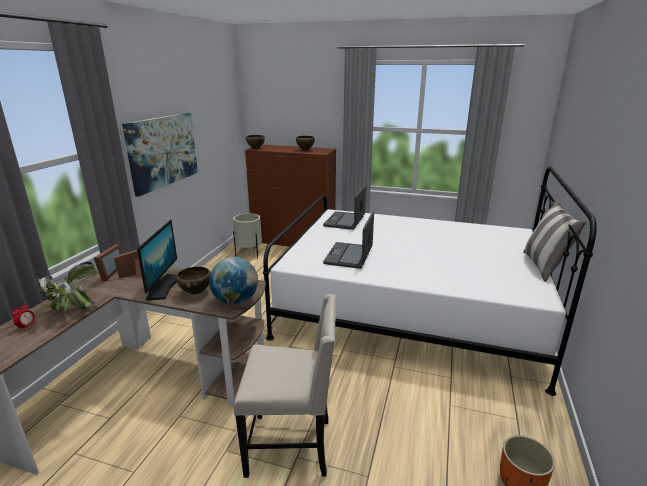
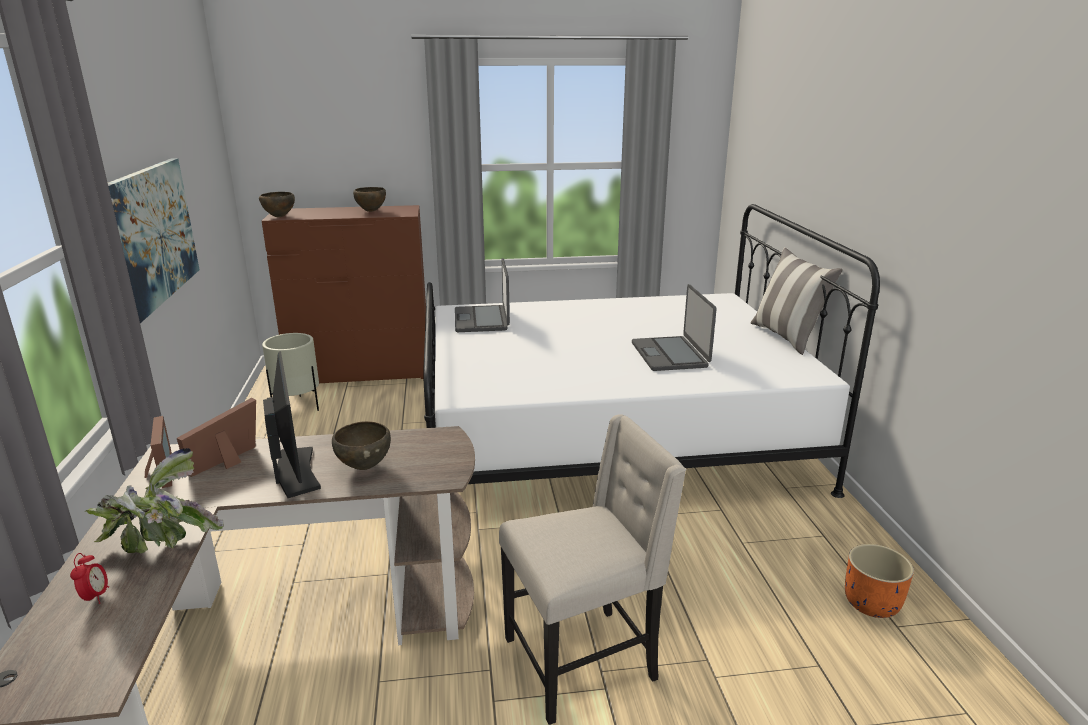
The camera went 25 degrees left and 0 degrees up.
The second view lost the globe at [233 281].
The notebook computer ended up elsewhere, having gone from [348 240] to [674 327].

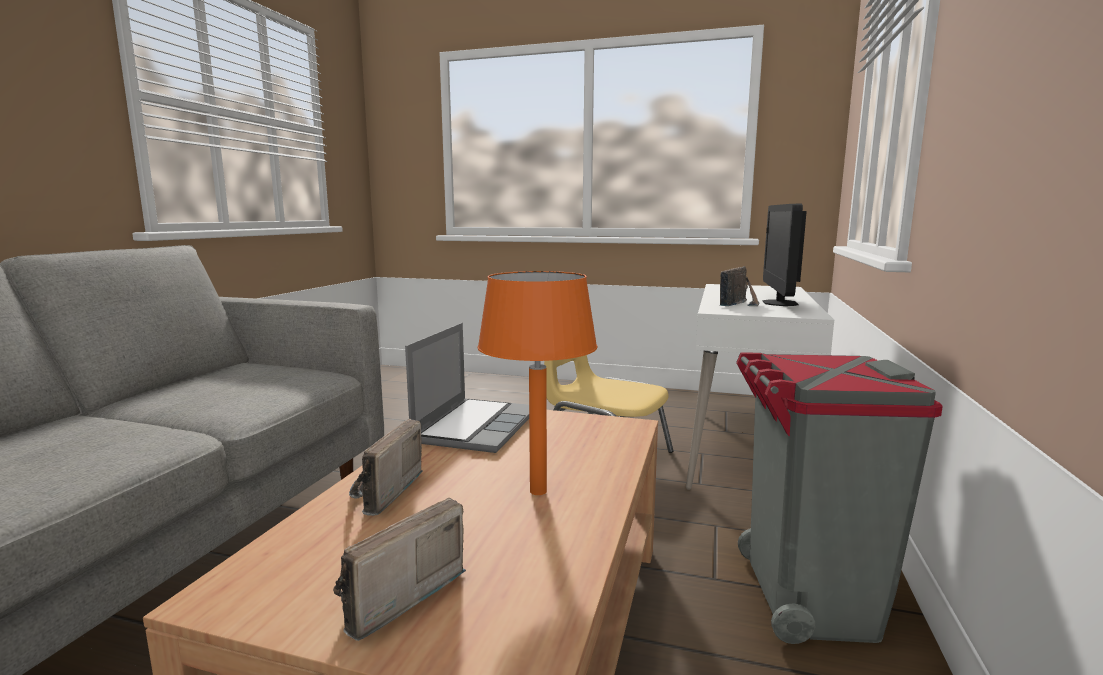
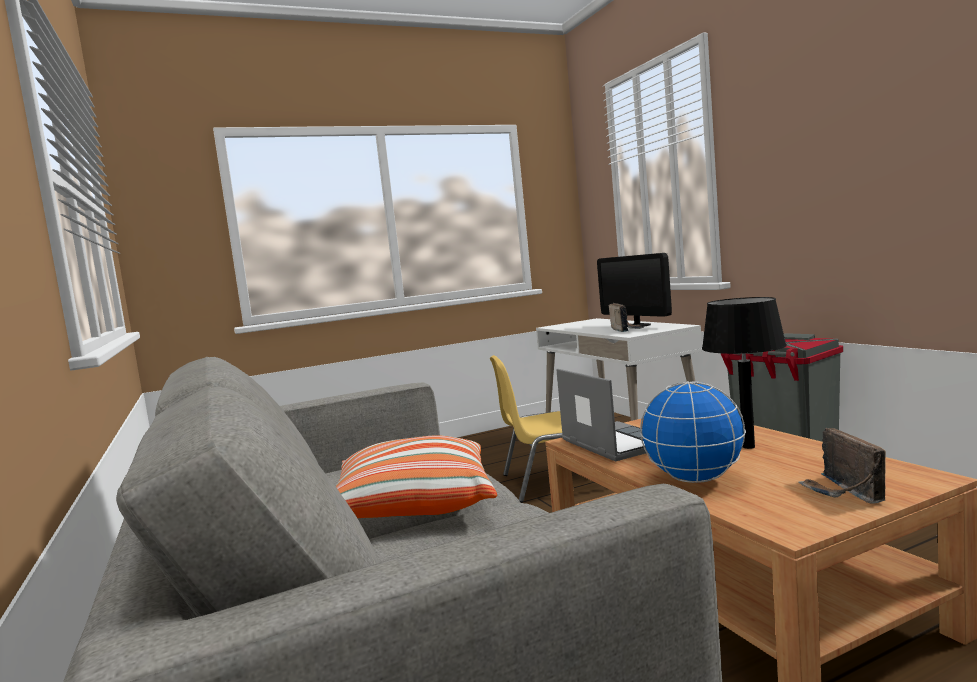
The camera went 40 degrees left and 5 degrees down.
The second view gained the cushion at [416 476].
Where the radio receiver stood at [386 467], the globe came to stand at [693 432].
What was the orangey tabletop lamp at [537 383] turned into the black-coloured tabletop lamp at [744 373].

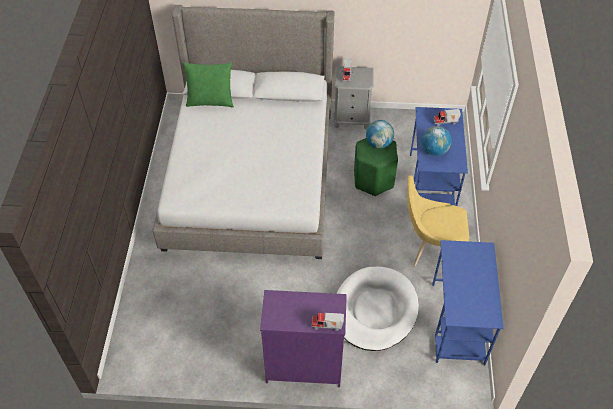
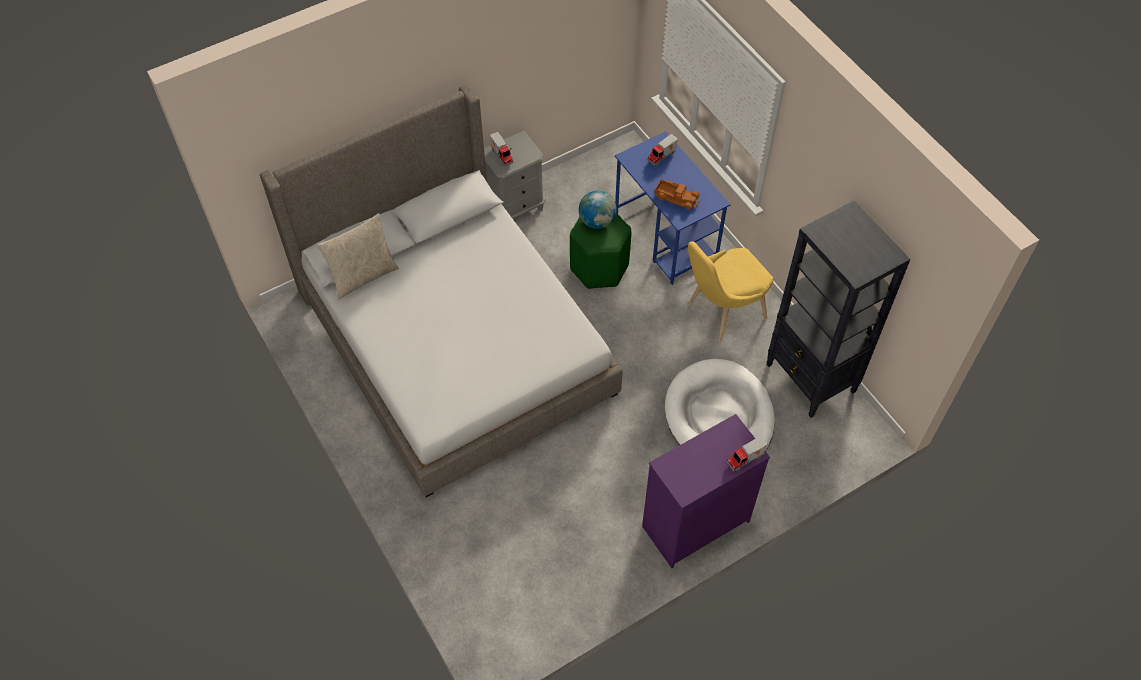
The camera went 35 degrees left and 5 degrees up.
Where the globe stood at [437 141], the model truck came to stand at [677 194].
Where the blue desk stood at [468 303], the black-coloured shelving unit came to stand at [838 309].
What was the greenish cushion at [208 85] turned into the beige-coloured cushion at [358 256].

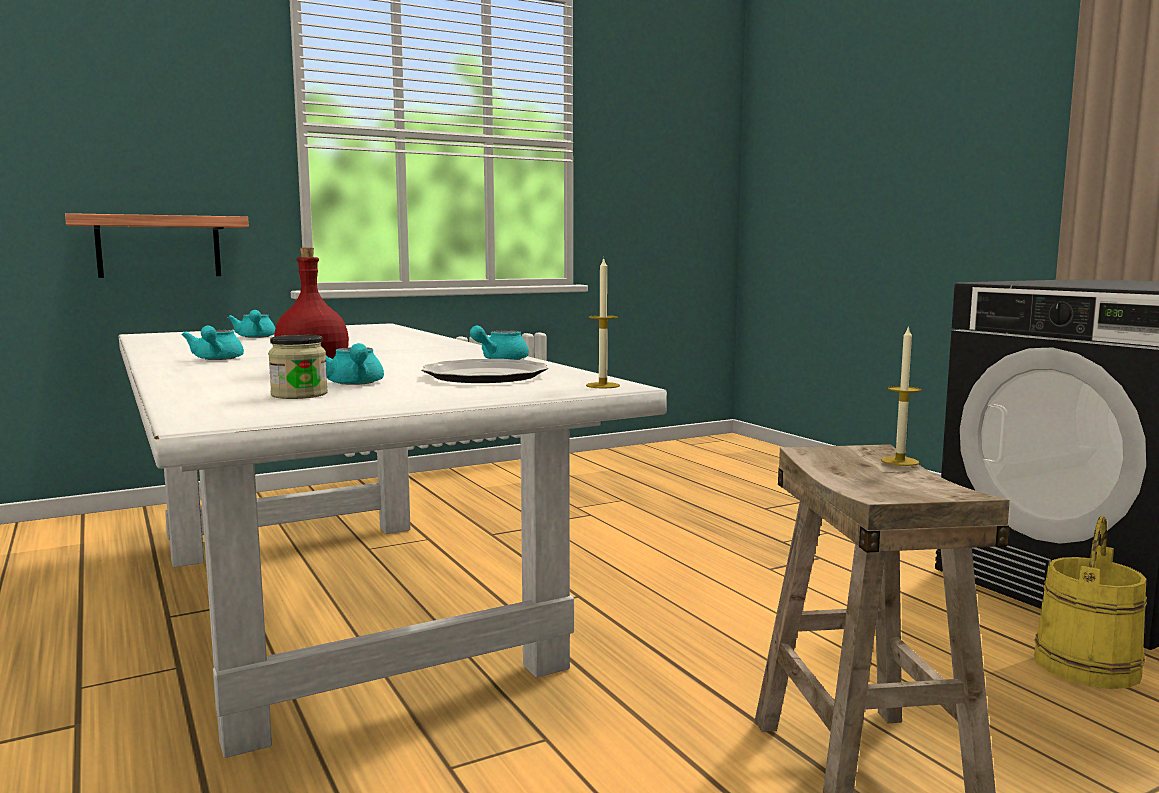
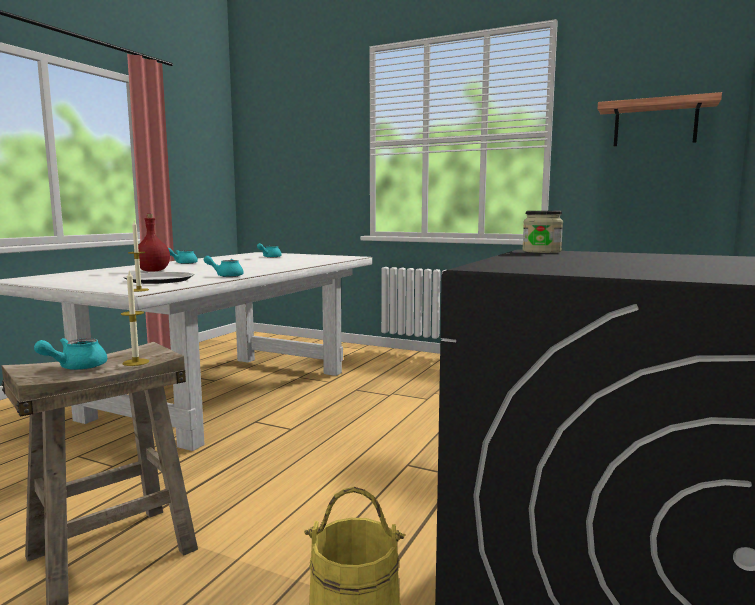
The camera went 55 degrees right and 0 degrees up.
The bracket shelf ended up elsewhere, having gone from [157 245] to [660 119].
The preserve jar ended up elsewhere, having gone from [298 367] to [542 232].
The turquoise pot for tea ended up elsewhere, having gone from [355 364] to [70 354].

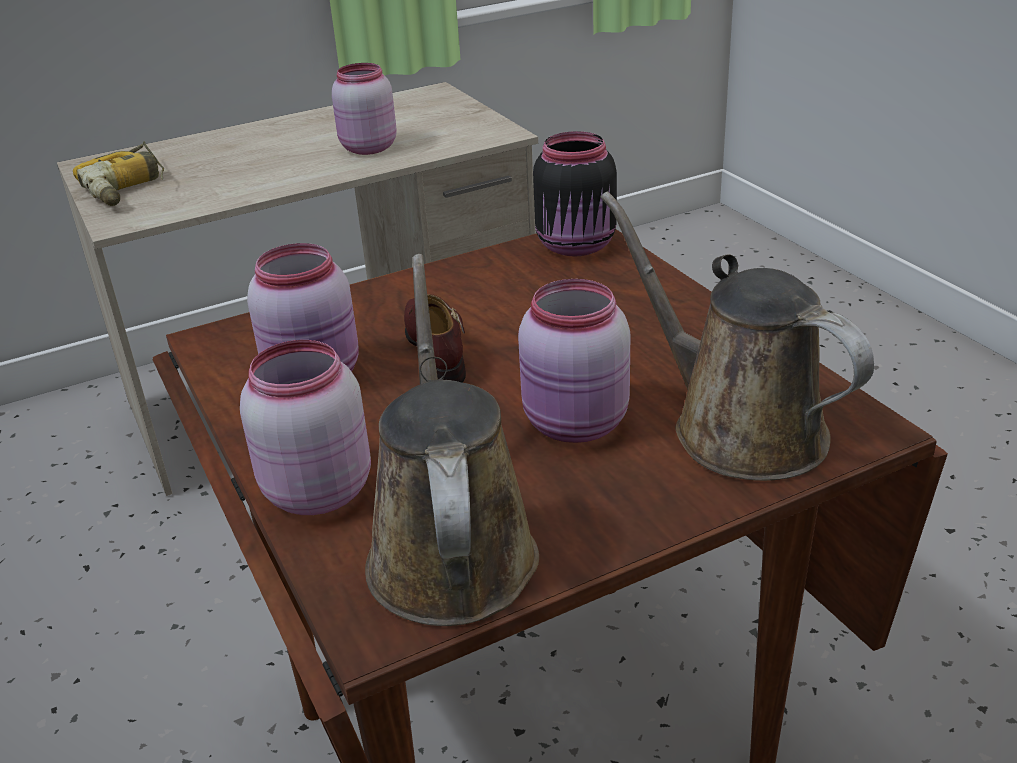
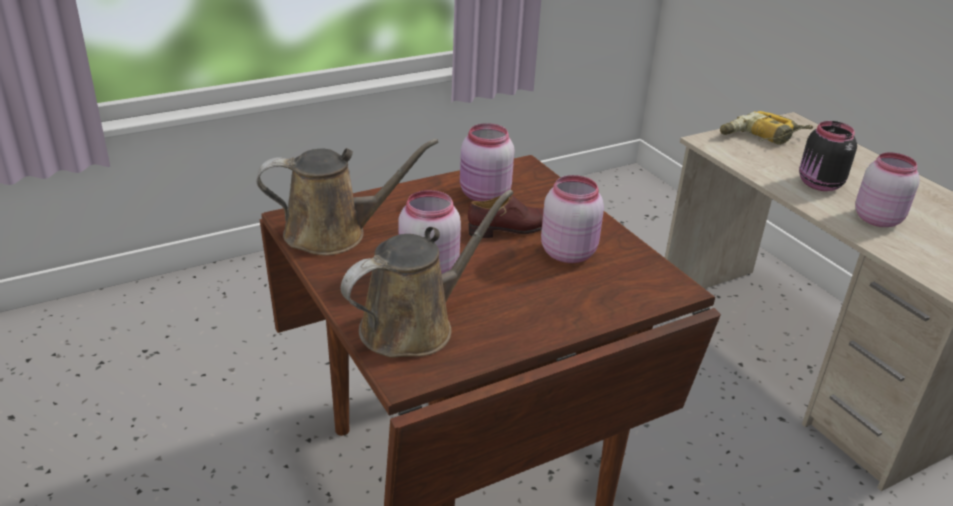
The camera went 85 degrees right and 0 degrees up.
The pinkish preserve jar ended up elsewhere, having gone from [305 427] to [572 219].
The black-coloured preserve jar ended up elsewhere, having gone from [575 193] to [828 156].

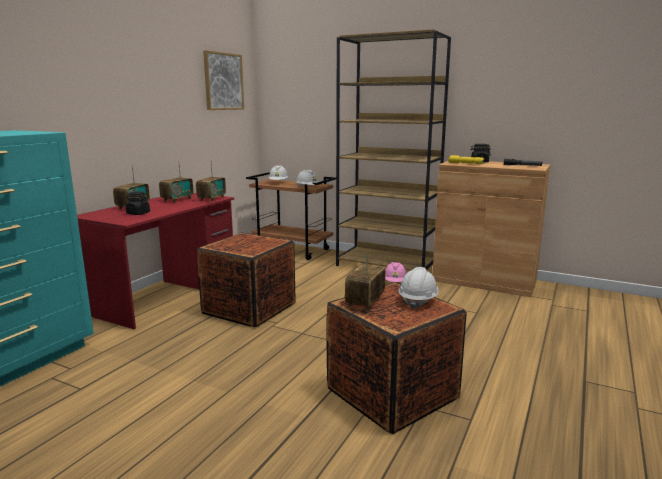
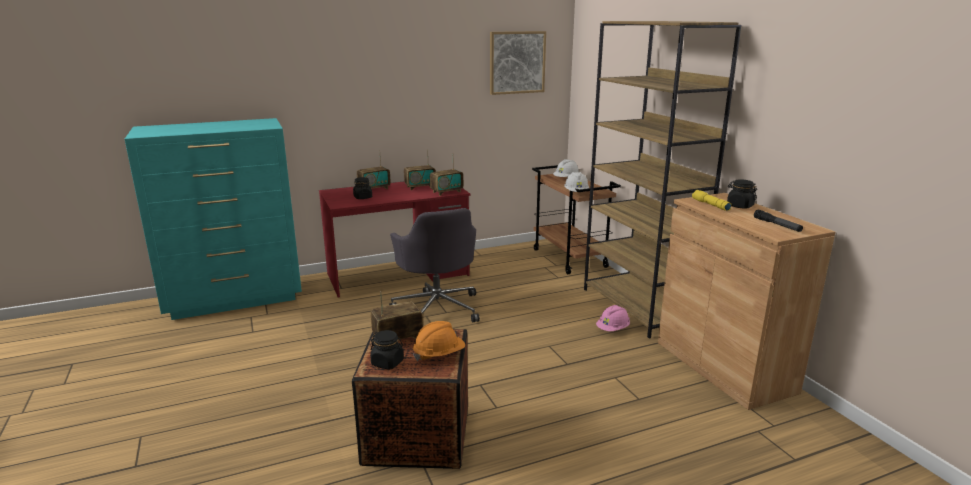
The camera went 40 degrees right and 5 degrees up.
The second view gained the black-coloured preserve jar at [387 350].
Where the packing crate stood at [246 280], the greyish desk chair came to stand at [434 265].
What was the whitish work helmet at [419 288] turned into the orangey work helmet at [439 341].

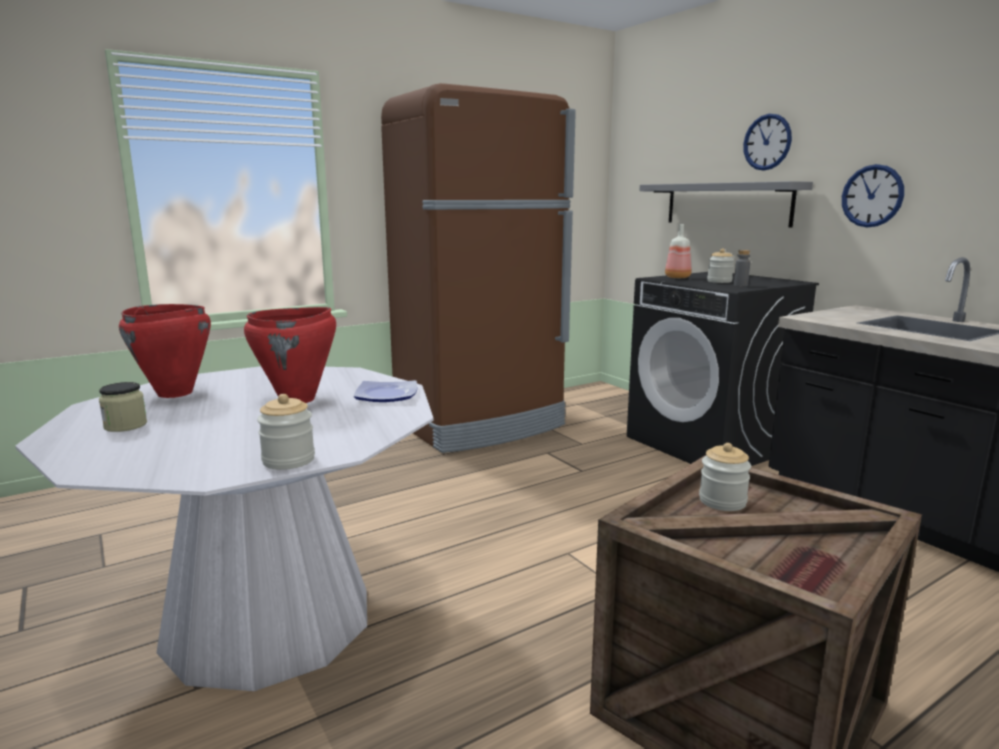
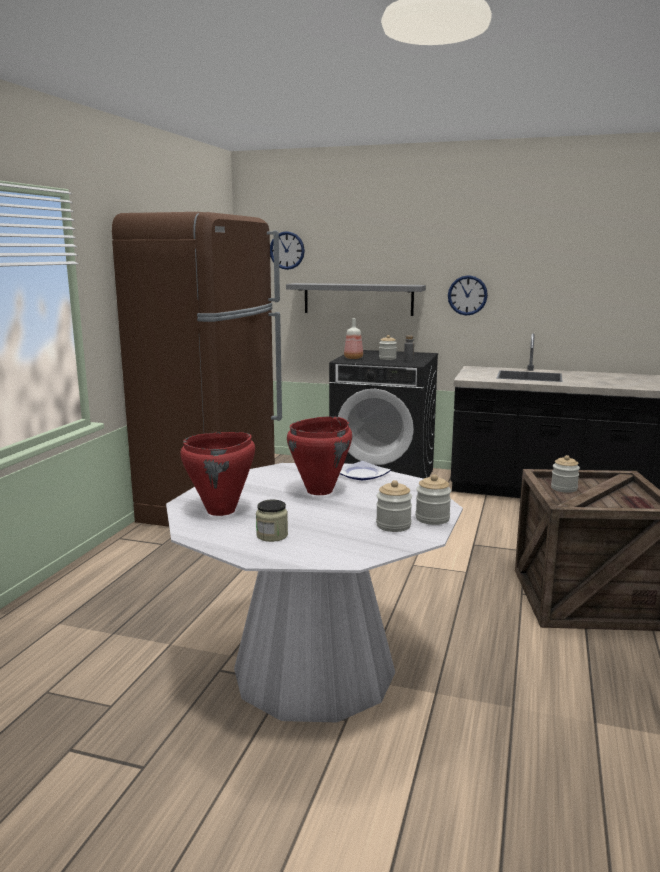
The camera went 40 degrees left and 0 degrees up.
The second view gained the preserve jar at [394 506].
The hanging clock ended up elsewhere, having gone from [767 142] to [287 250].

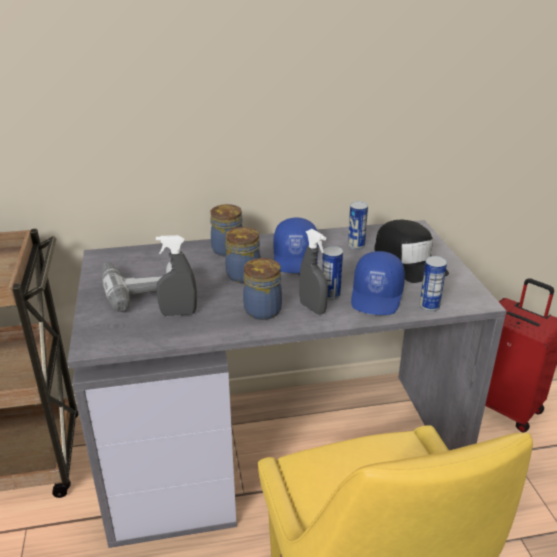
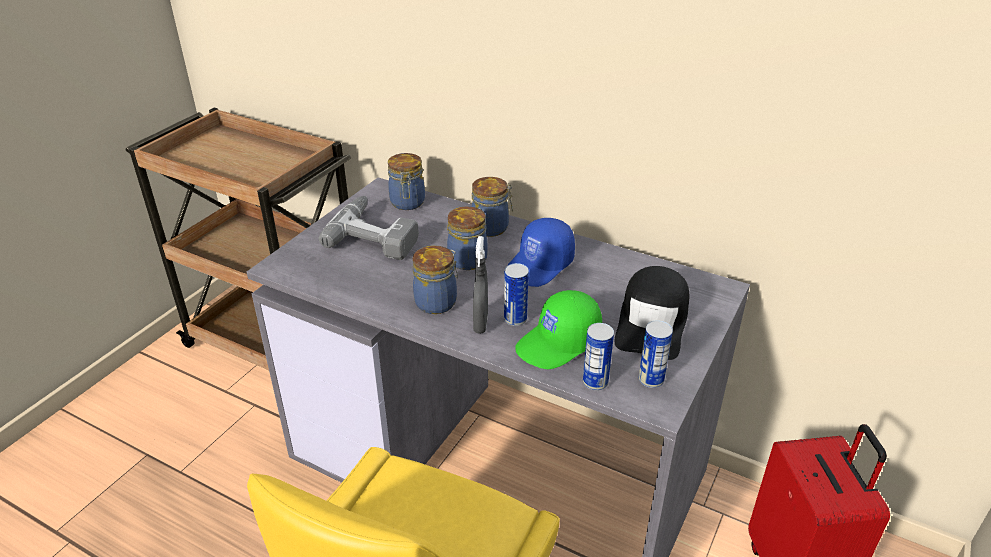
The camera went 40 degrees right and 5 degrees up.
The second view lost the greyish sprayer at [176 275].
The second view gained the preserve jar at [406 181].
The can ended up elsewhere, having gone from [358 225] to [656 354].
What was the blue cap at [378 283] turned into the greenish cap at [559 329].

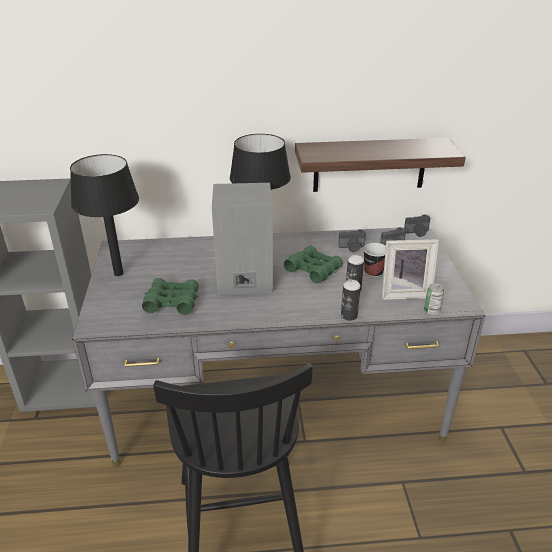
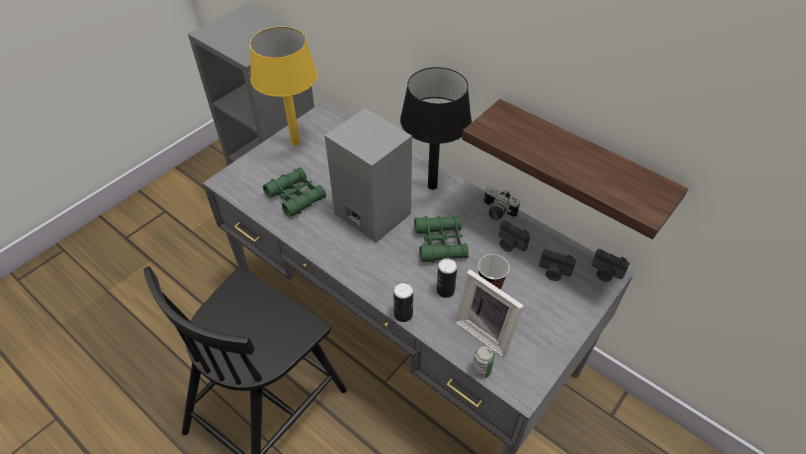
The camera went 45 degrees right and 15 degrees up.
The second view gained the photo camera at [502 203].
What was the black-coloured tabletop lamp at [104 215] turned into the yellowish tabletop lamp at [283 86].

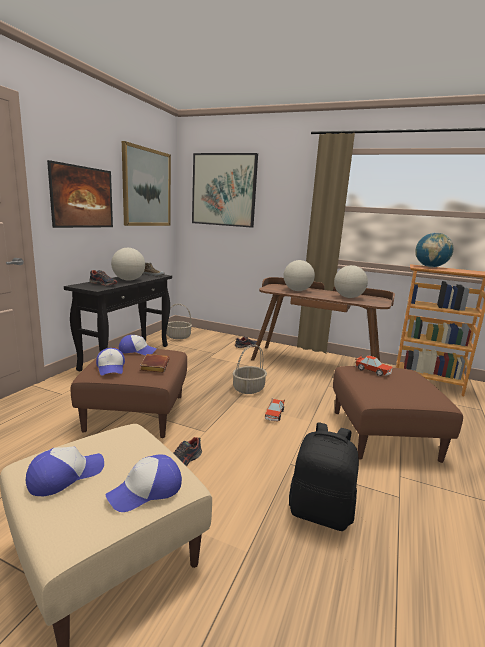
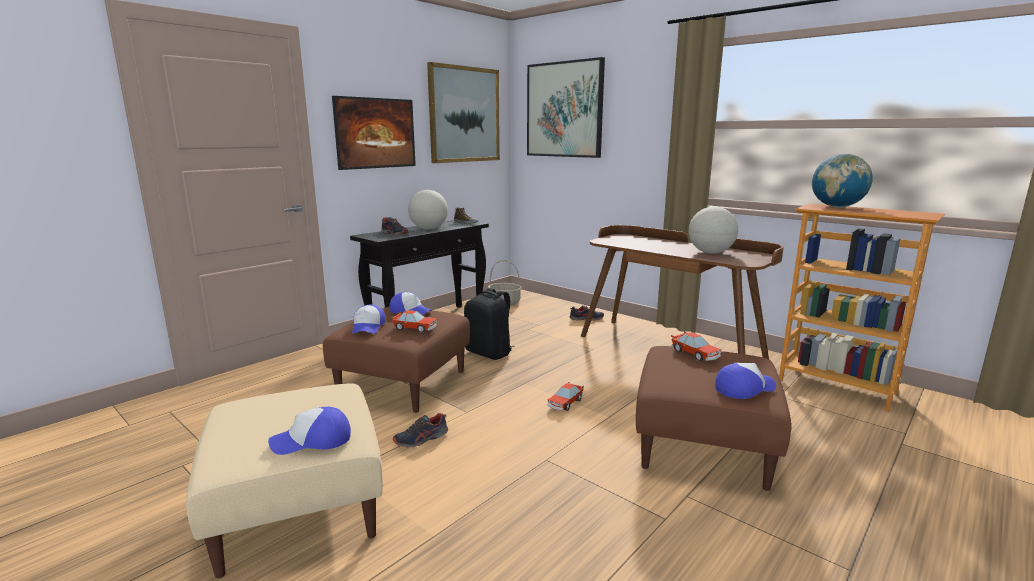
The camera went 20 degrees right and 0 degrees up.
The second view lost the basket at [249 369].
The second view lost the globe at [299 275].
The cap ended up elsewhere, having gone from [65 471] to [745 381].
The black-coloured knapsack ended up elsewhere, having gone from [324 476] to [489 324].
Where the brown-coloured bound book stood at [155 363], the model car came to stand at [414 321].

